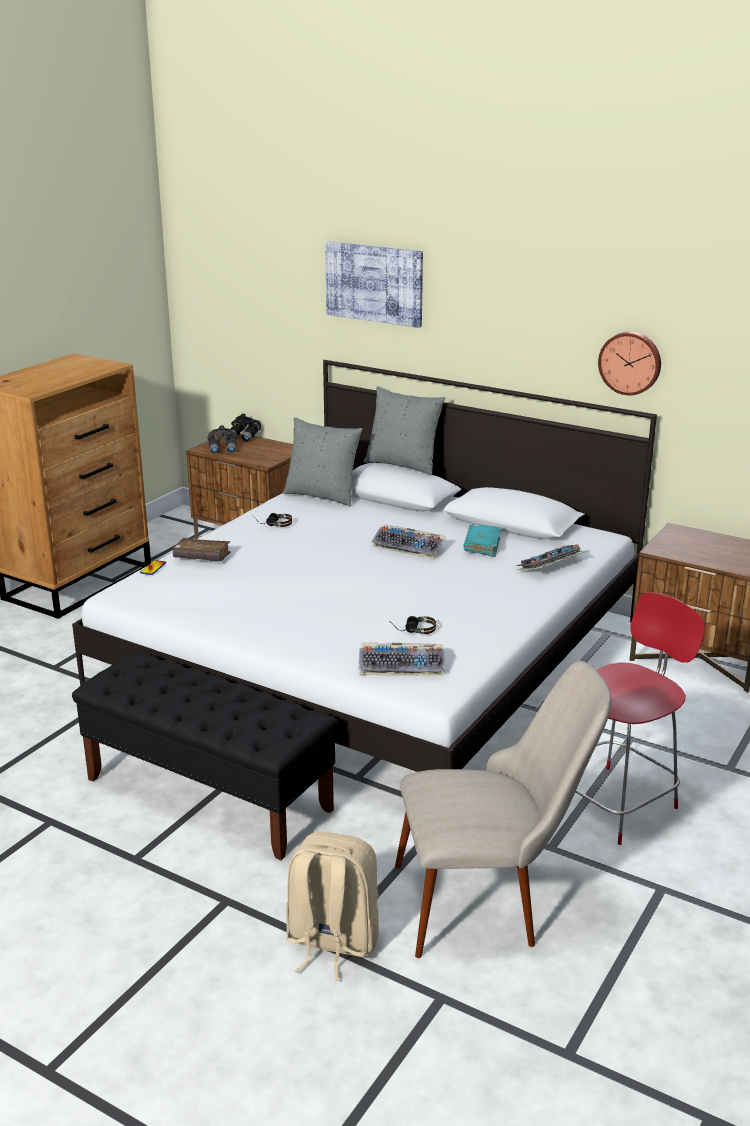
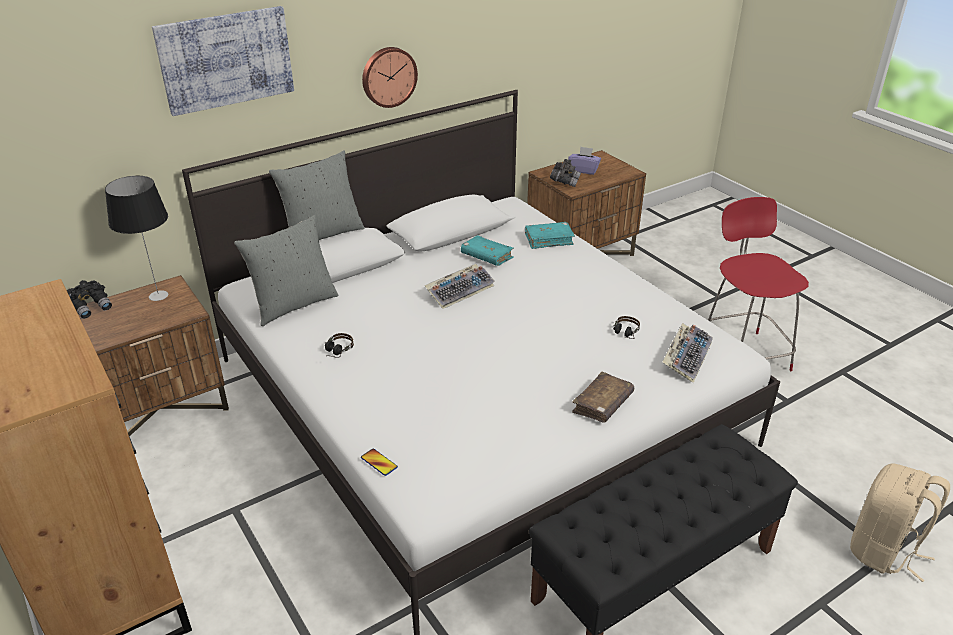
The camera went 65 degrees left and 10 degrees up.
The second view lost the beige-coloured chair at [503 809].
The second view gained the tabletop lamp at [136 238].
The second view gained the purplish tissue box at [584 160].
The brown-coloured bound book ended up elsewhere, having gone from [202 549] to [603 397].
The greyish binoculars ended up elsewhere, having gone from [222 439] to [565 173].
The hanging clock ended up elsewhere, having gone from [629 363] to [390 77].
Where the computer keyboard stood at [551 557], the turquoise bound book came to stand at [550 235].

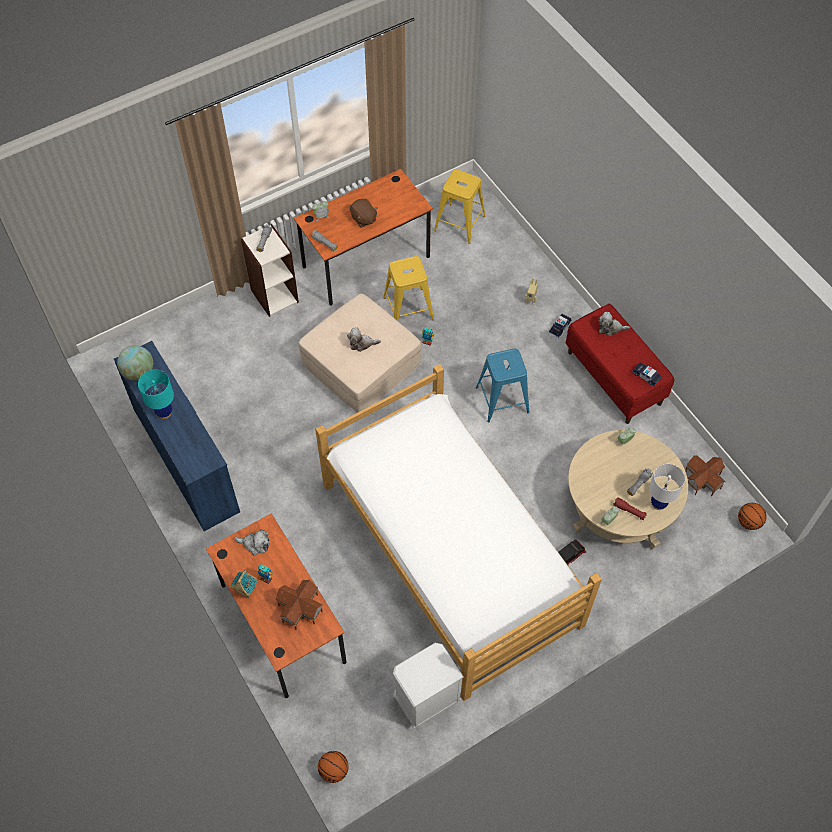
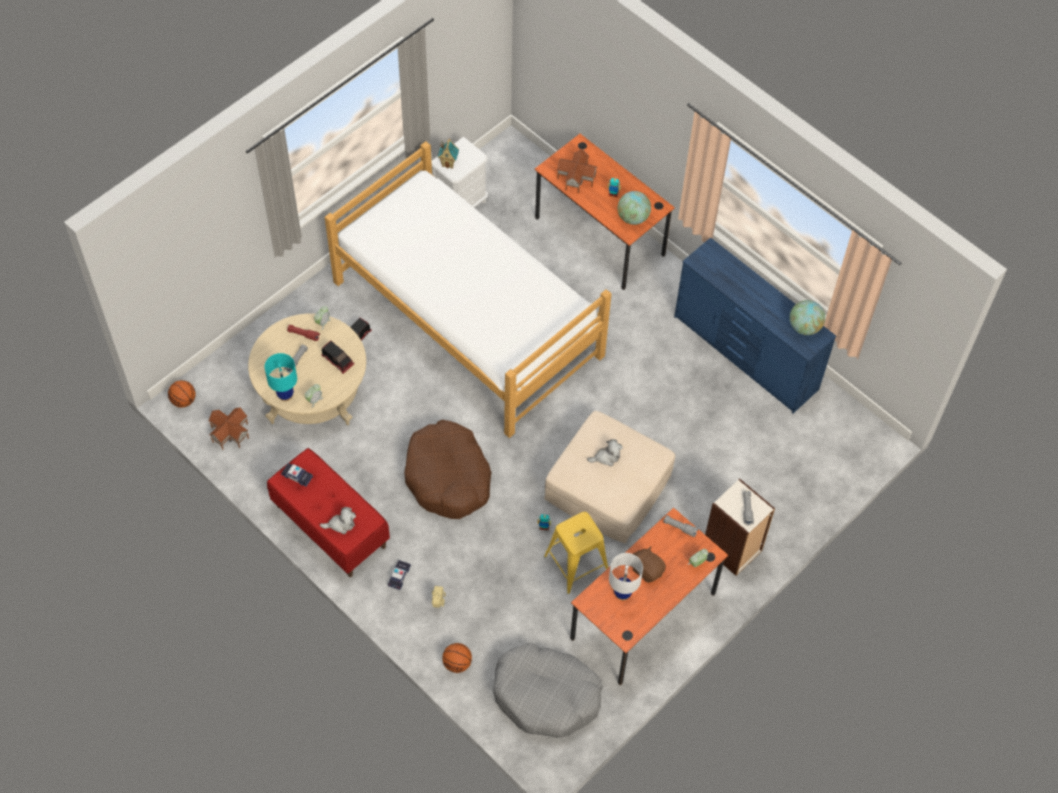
The camera went 165 degrees right and 0 degrees up.
The second view gained the model truck at [338 357].
The turquoise tabletop lamp ended up elsewhere, having gone from [156 394] to [281 377].
The toy house ended up elsewhere, having gone from [244 584] to [448 154].
The basketball ended up elsewhere, having gone from [333 767] to [457 658].
The whitish tabletop lamp ended up elsewhere, having gone from [667 487] to [626 576].
Where the soft toy stood at [252 542], the globe came to stand at [634 208].
Where the yellowish sitting stool stood at [460 206], the greyish dog bed came to stand at [548 690].
Where the blue sitting stool stood at [503 385], the brown-coloured dog bed came to stand at [447 469].

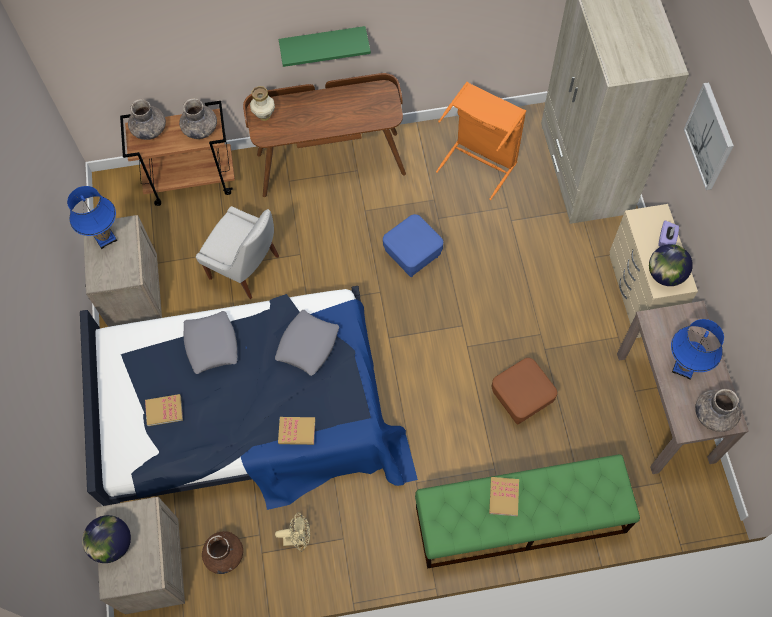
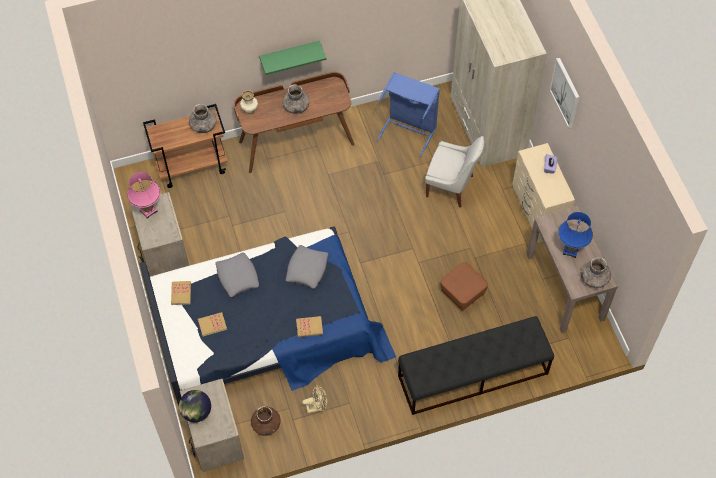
The camera went 10 degrees left and 5 degrees down.
The second view lost the blue footrest at [413 245].
The second view lost the globe at [671 265].
The greyish flower vase ended up elsewhere, having gone from [147 119] to [296 99].
The whitish chair ended up elsewhere, having gone from [237 252] to [454 172].
The bound book ended up elsewhere, having gone from [504 496] to [181 293].
What was the blue tabletop lamp at [92 217] turned into the pinkish tabletop lamp at [143 195].
What was the greenish bench at [527 511] turned into the black-coloured bench at [476 365].
What was the orangey hamper at [481 141] turned into the blue hamper at [408 114].

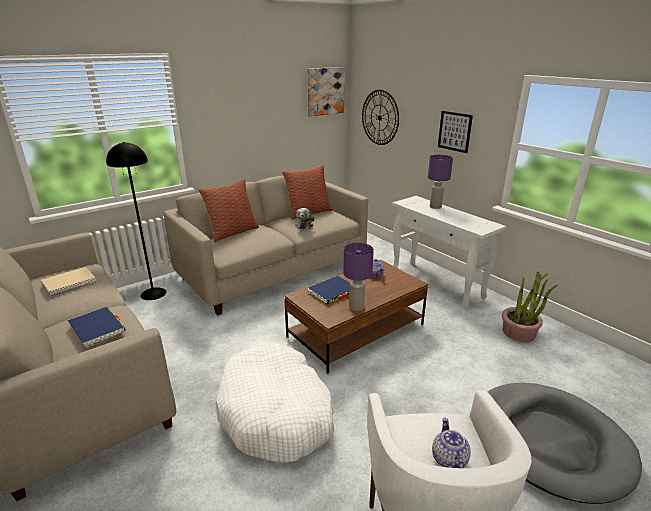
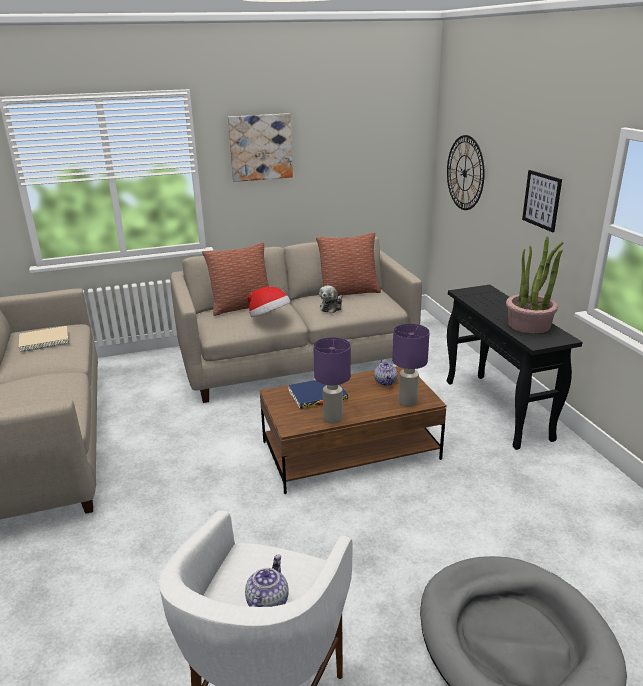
The camera went 20 degrees right and 0 degrees up.
The second view lost the blue bound book at [97 327].
The second view lost the black-coloured standing lamp at [136 221].
The second view lost the whitish dog bed at [275 403].
The second view gained the hat at [268 302].
The wall picture ended up elsewhere, having gone from [326 92] to [260 147].
The purplish tabletop lamp ended up elsewhere, having gone from [440 182] to [411 365].
The plant in a pot ended up elsewhere, having gone from [530 306] to [535 285].
What was the whitish console table at [449 252] turned into the black-coloured console table at [515 367].

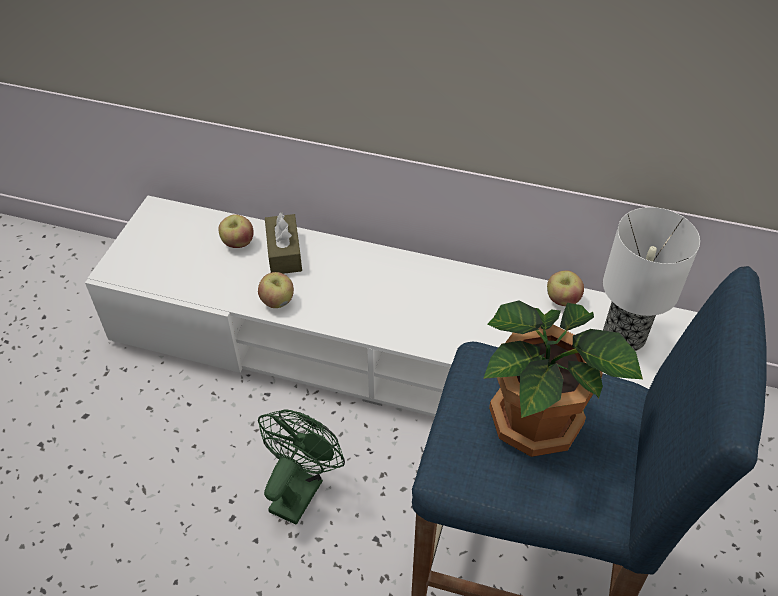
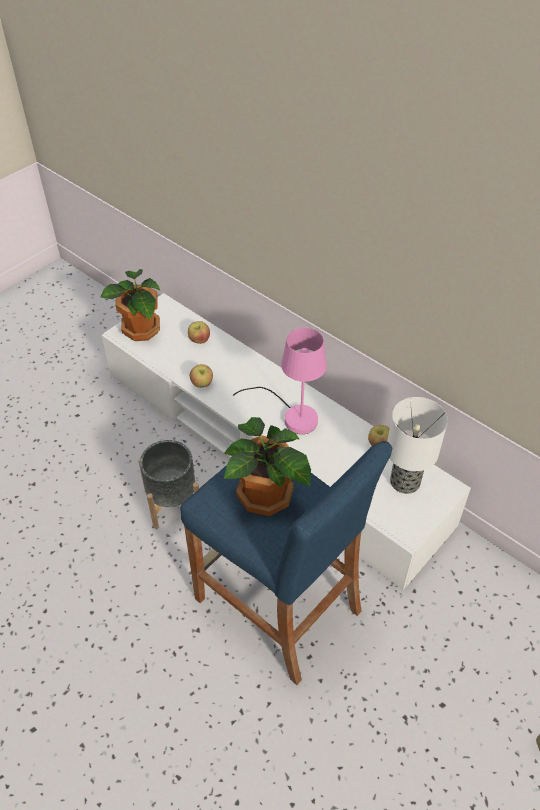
The camera went 25 degrees right and 0 degrees up.
The second view lost the brown-coloured tissue box at [283 243].
The second view gained the plant in a pot at [130 305].
The second view gained the pinkish tabletop lamp at [280 381].
Where the greenish electric fan stood at [301 467], the greyish flower pot came to stand at [168 484].

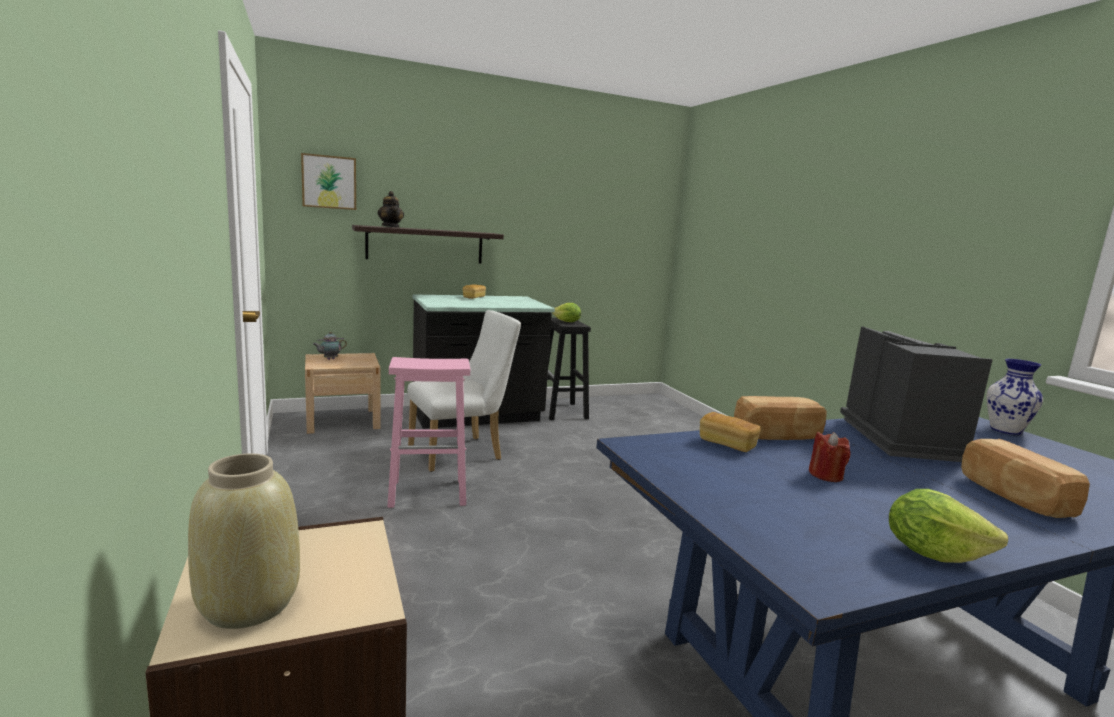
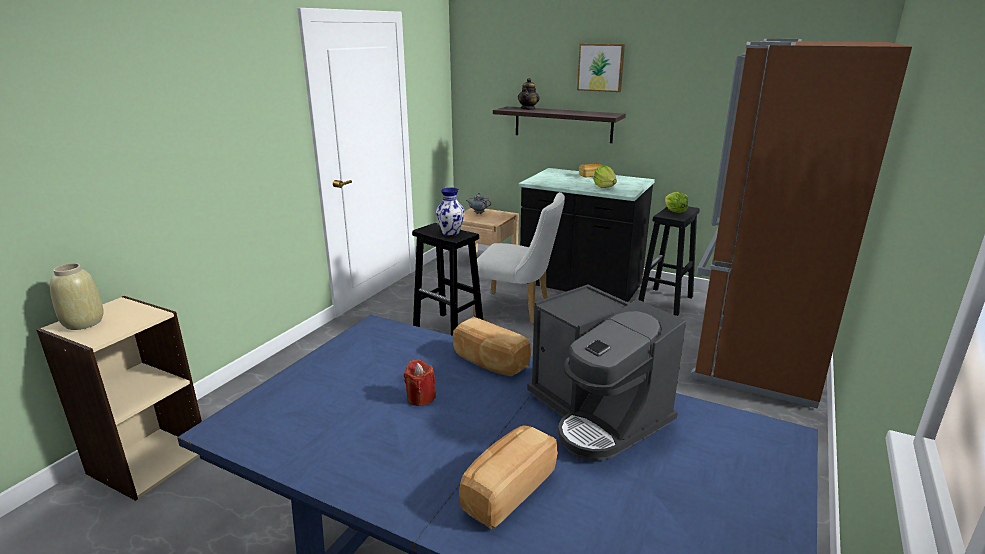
The camera went 50 degrees right and 10 degrees up.
The second view lost the bakery bread at [730 432].
The second view gained the brown-coloured kitchen fridge at [800 224].
The wall picture ended up elsewhere, having gone from [328 181] to [601 68].
The head of lettuce ended up elsewhere, having gone from [948 526] to [605 177].
The flower vase ended up elsewhere, having gone from [1014 397] to [450 212].
What was the pinkish sitting stool at [428 432] turned into the black-coloured sitting stool at [447 279].
The coffee brewer at [916 394] ended up facing another way, 90 degrees clockwise from before.

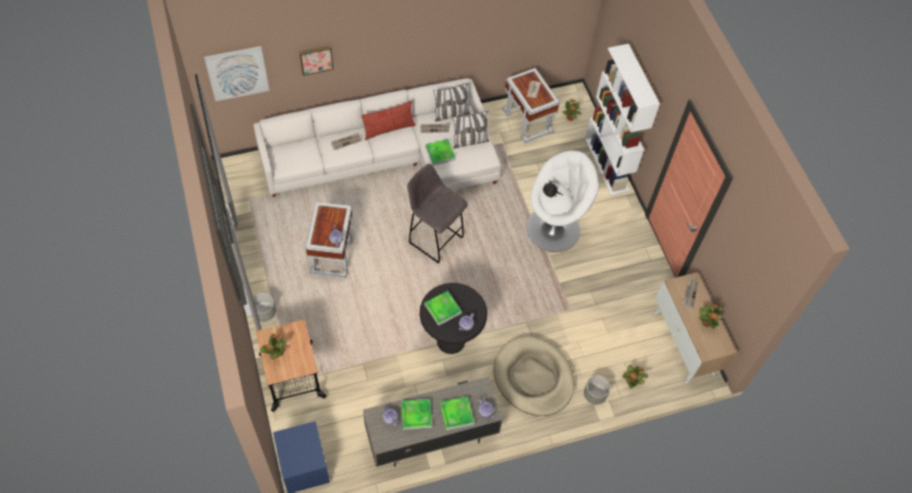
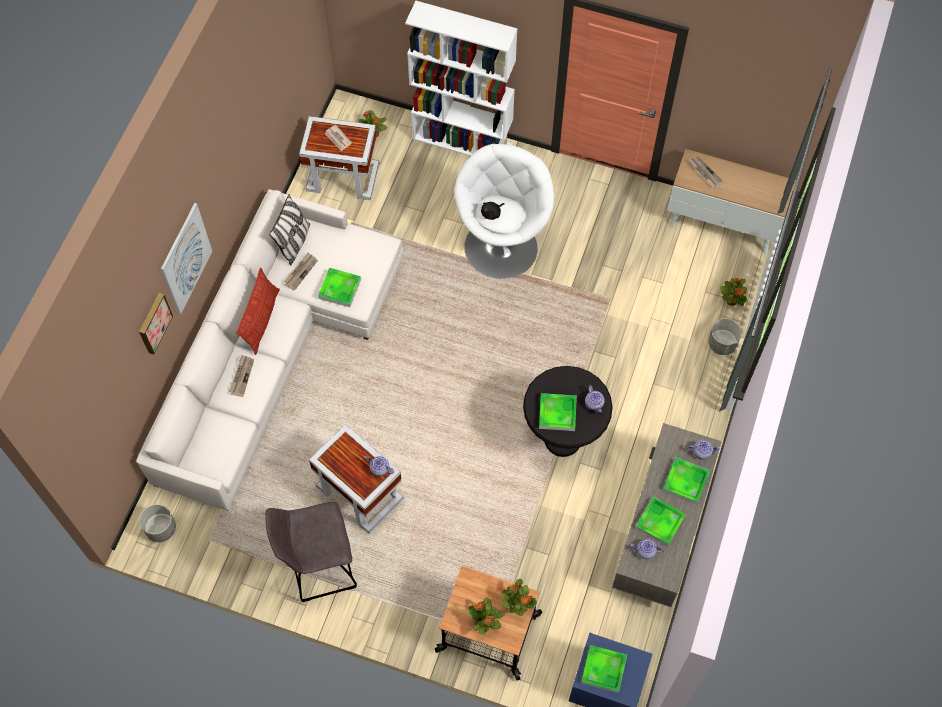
The camera went 50 degrees left and 5 degrees up.
The second view lost the cushion at [471 130].
The second view lost the beige-coloured dog bed at [534 376].
The second view gained the tray at [604 669].
The wall picture ended up elsewhere, having gone from [236 73] to [186 258].
The greyish flower pot ended up elsewhere, having gone from [264 307] to [158 523].
The greyish sitting stool ended up elsewhere, having gone from [437 213] to [311 552].
The plant in a pot ended up elsewhere, having gone from [711 316] to [519 597].

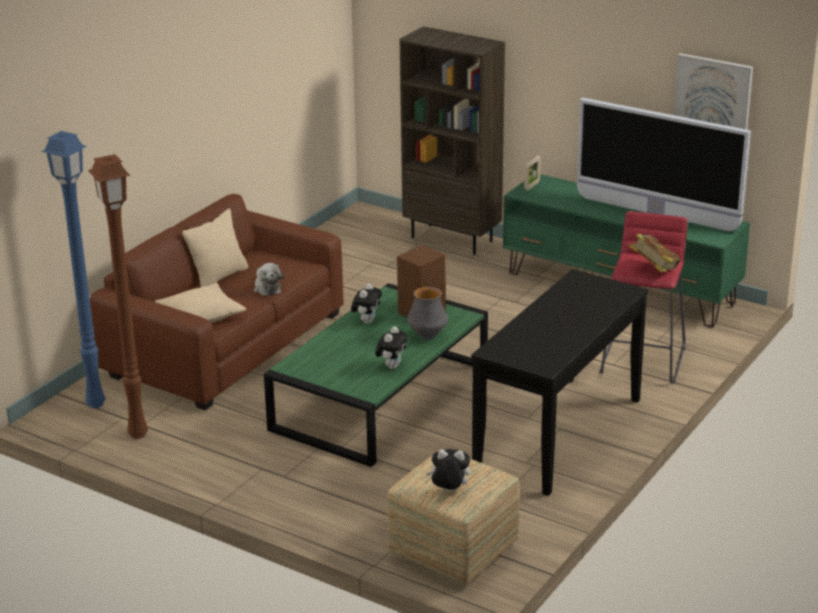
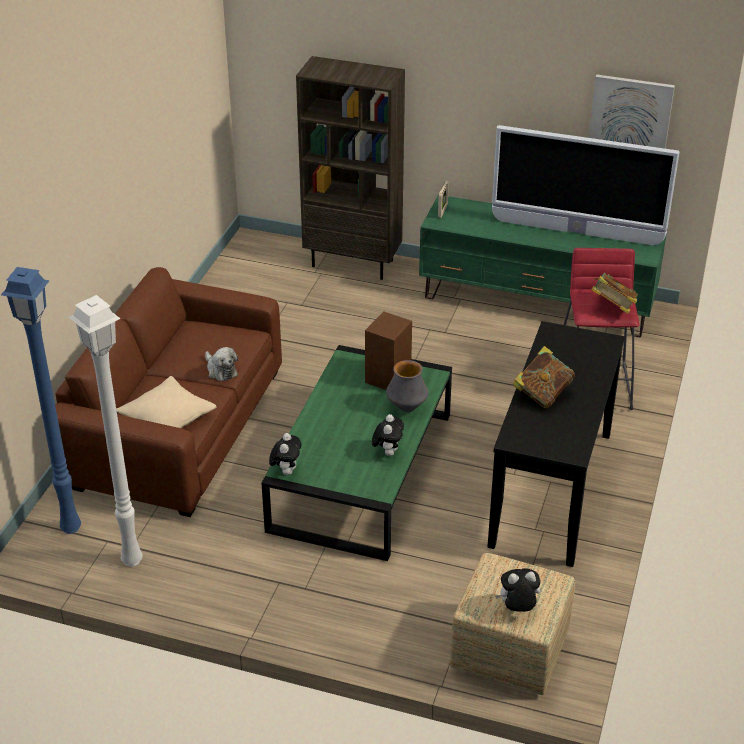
The camera went 15 degrees left and 10 degrees up.
The second view lost the beige-coloured cushion at [215 248].
The second view gained the bound book at [543 377].
The soft toy ended up elsewhere, having gone from [366 303] to [285 454].
What was the brown-coloured standing lamp at [118 296] turned into the whitish standing lamp at [106 431].

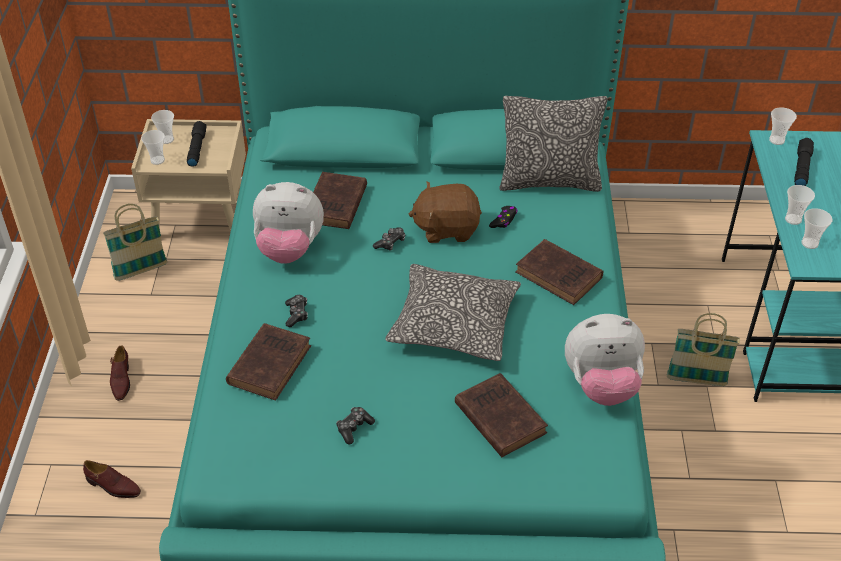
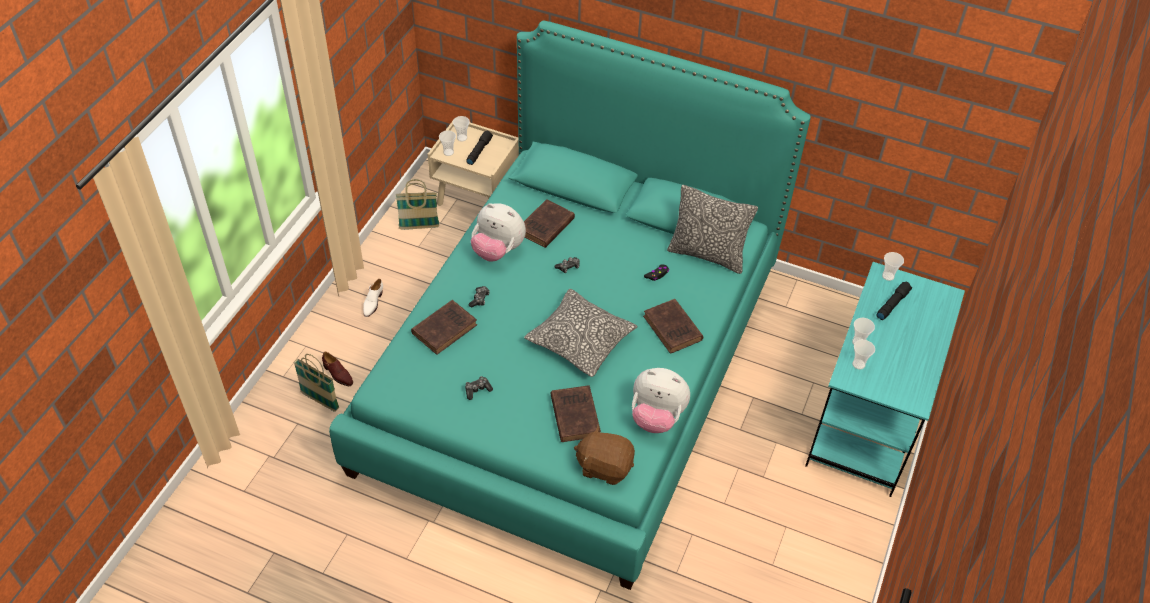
The camera went 20 degrees right and 5 degrees up.
The brown-coloured soft toy ended up elsewhere, having gone from [445 212] to [604 455].
The basket ended up elsewhere, having gone from [703 349] to [316 383].
What was the brown-coloured low shoe at [120 373] turned into the whitish low shoe at [373 298].

